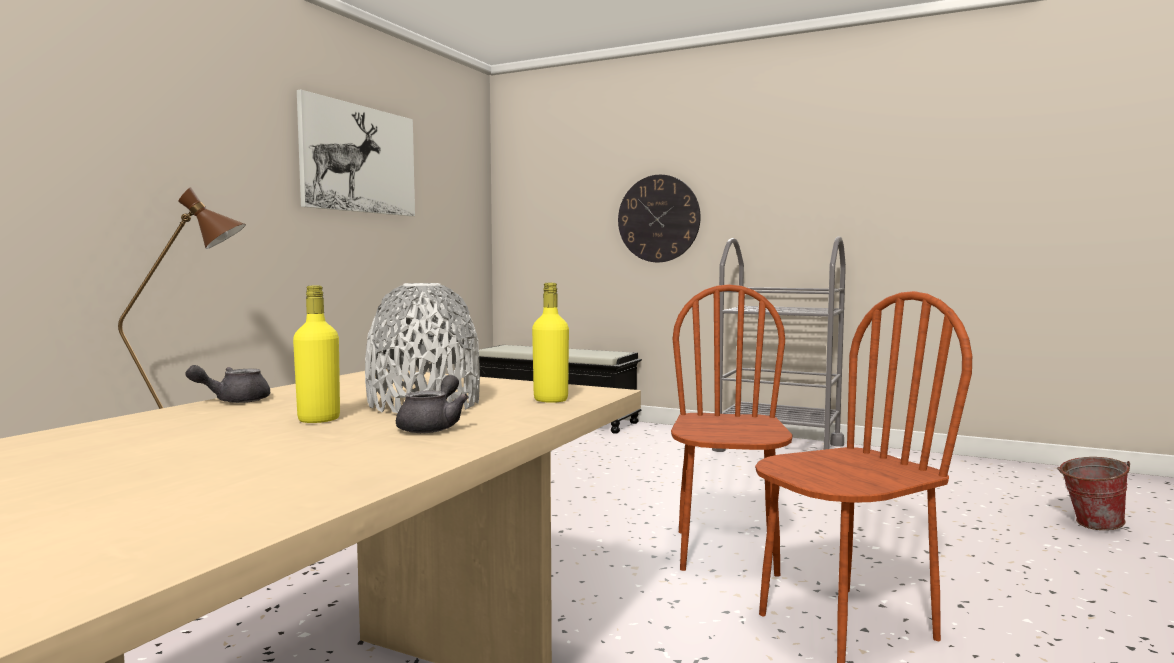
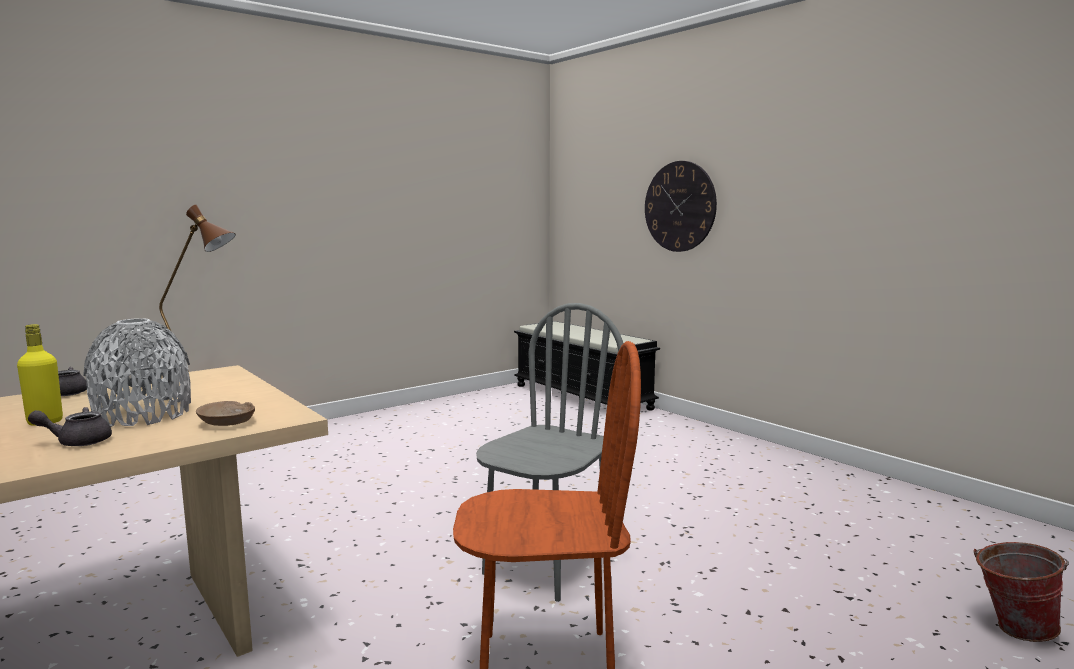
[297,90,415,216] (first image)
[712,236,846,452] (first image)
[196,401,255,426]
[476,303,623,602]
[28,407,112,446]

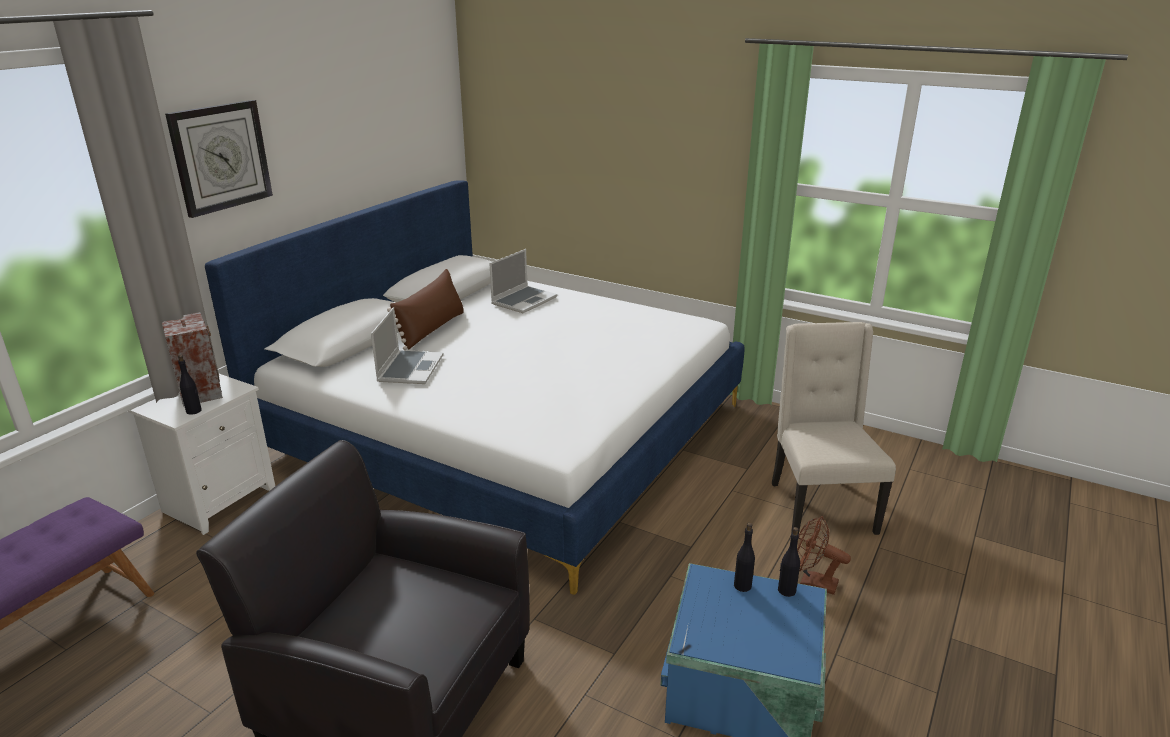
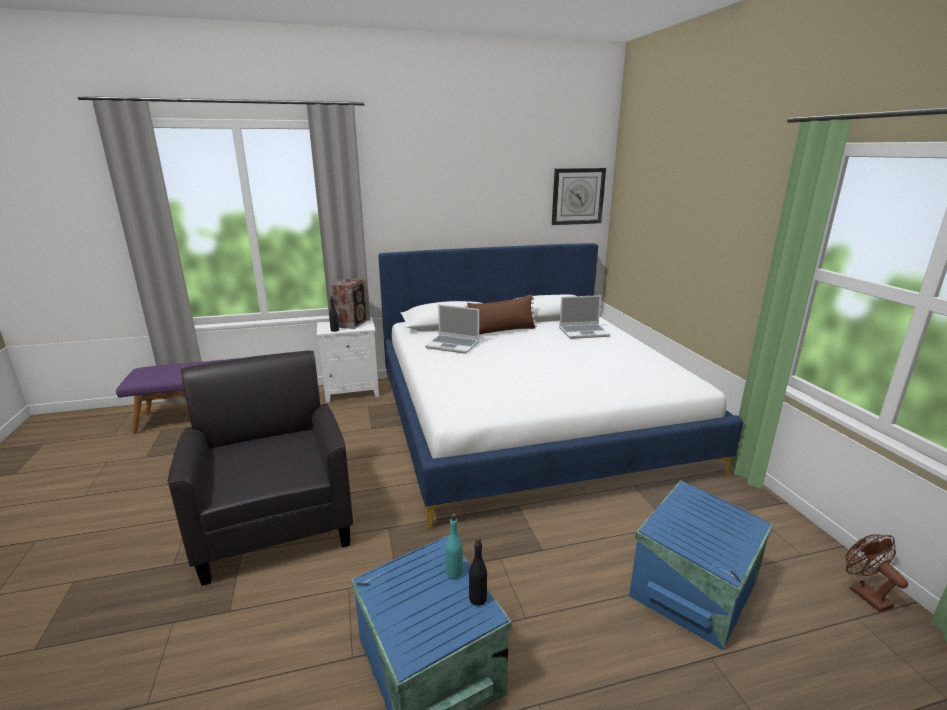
[552,168,606,225]
[846,534,908,612]
[629,480,773,650]
[446,513,463,579]
[425,304,479,354]

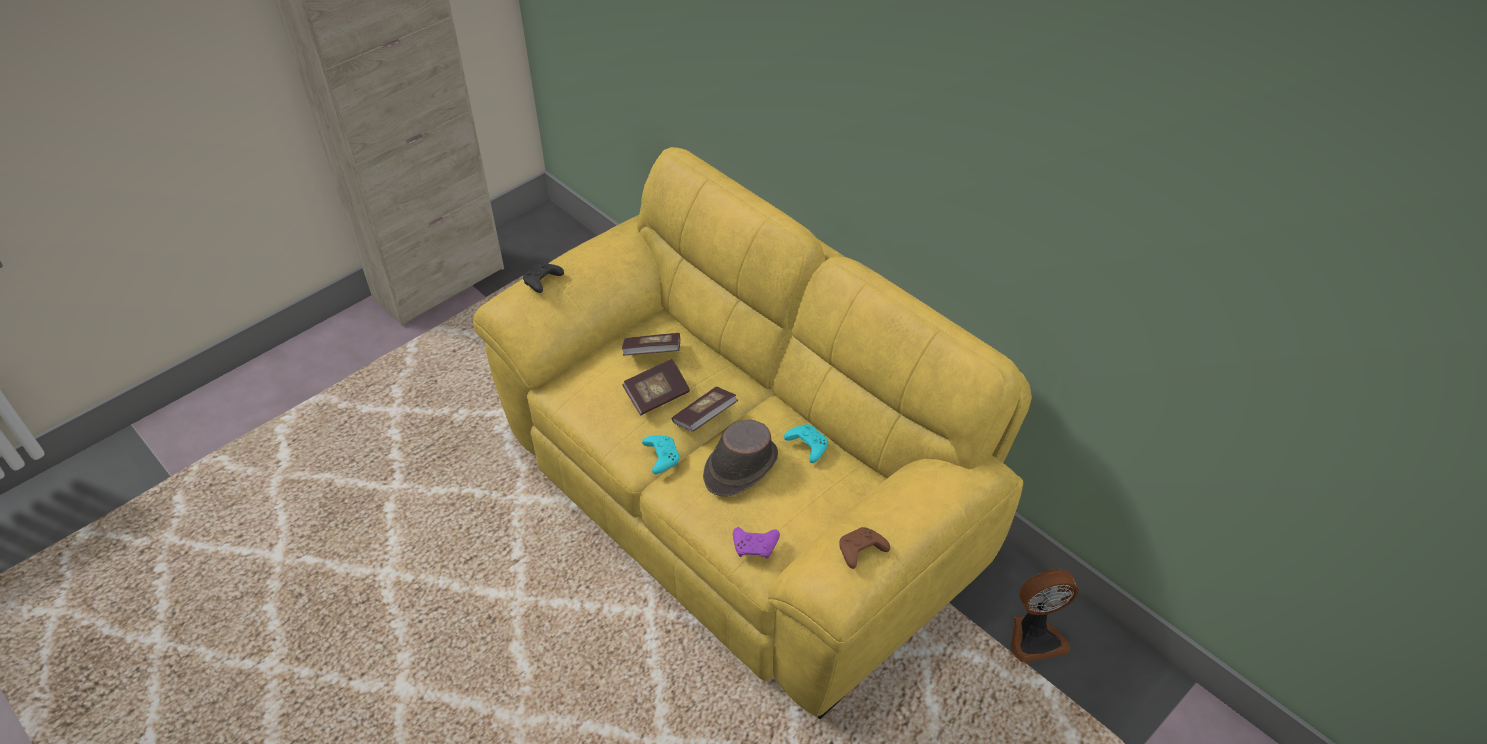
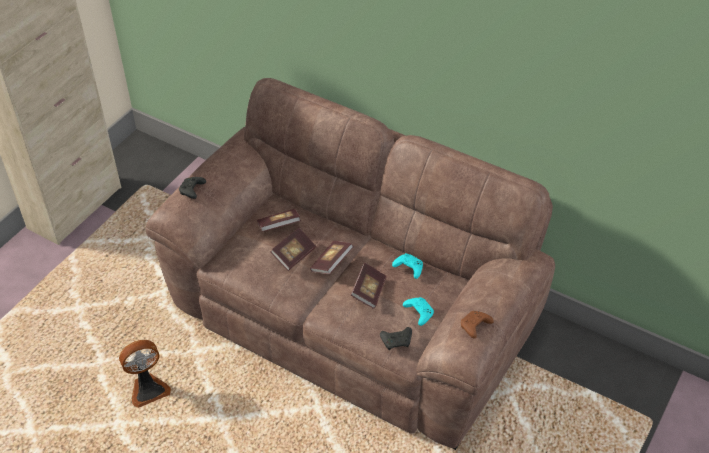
[403,297,434,326]
[119,340,171,408]
[351,263,386,309]
[146,78,555,450]
[380,327,412,350]

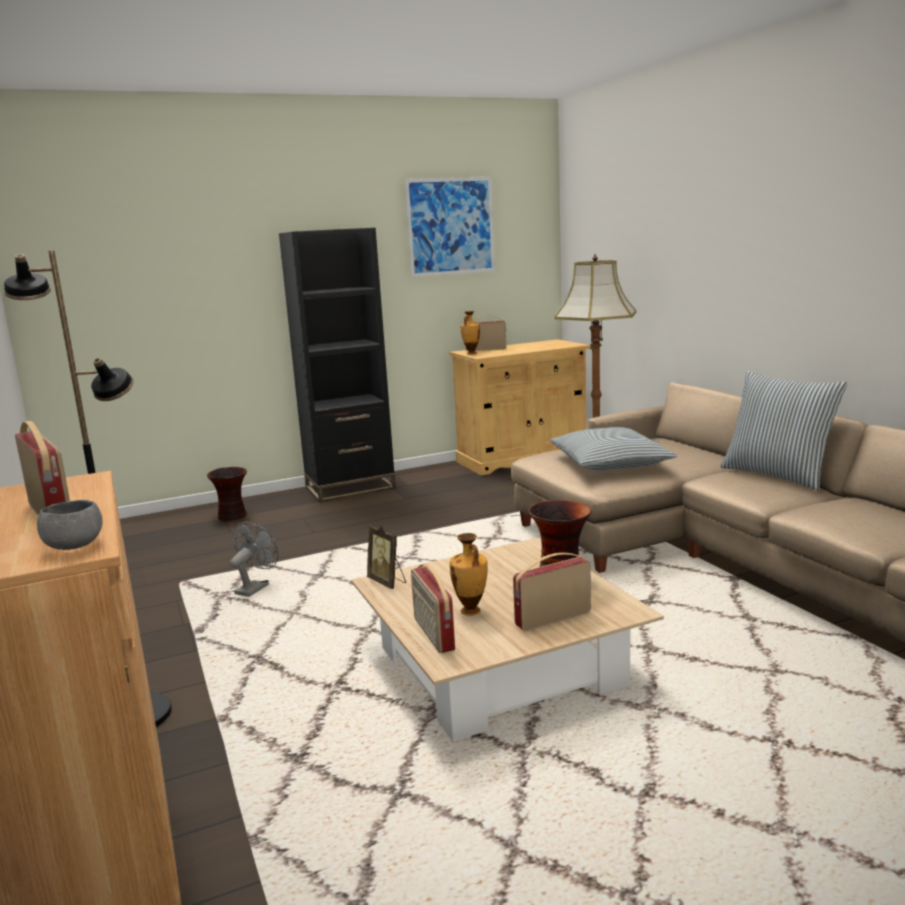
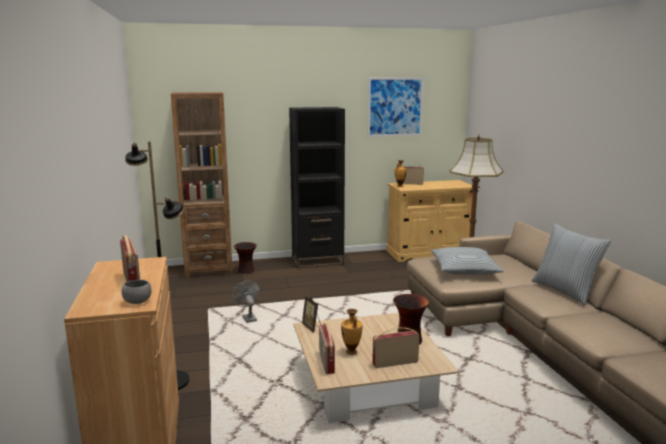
[171,92,233,278]
[231,280,262,323]

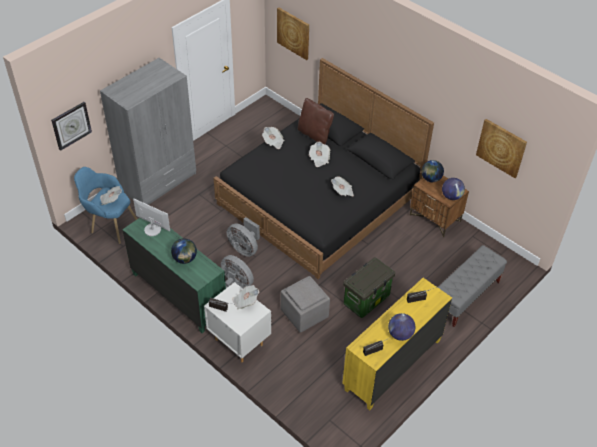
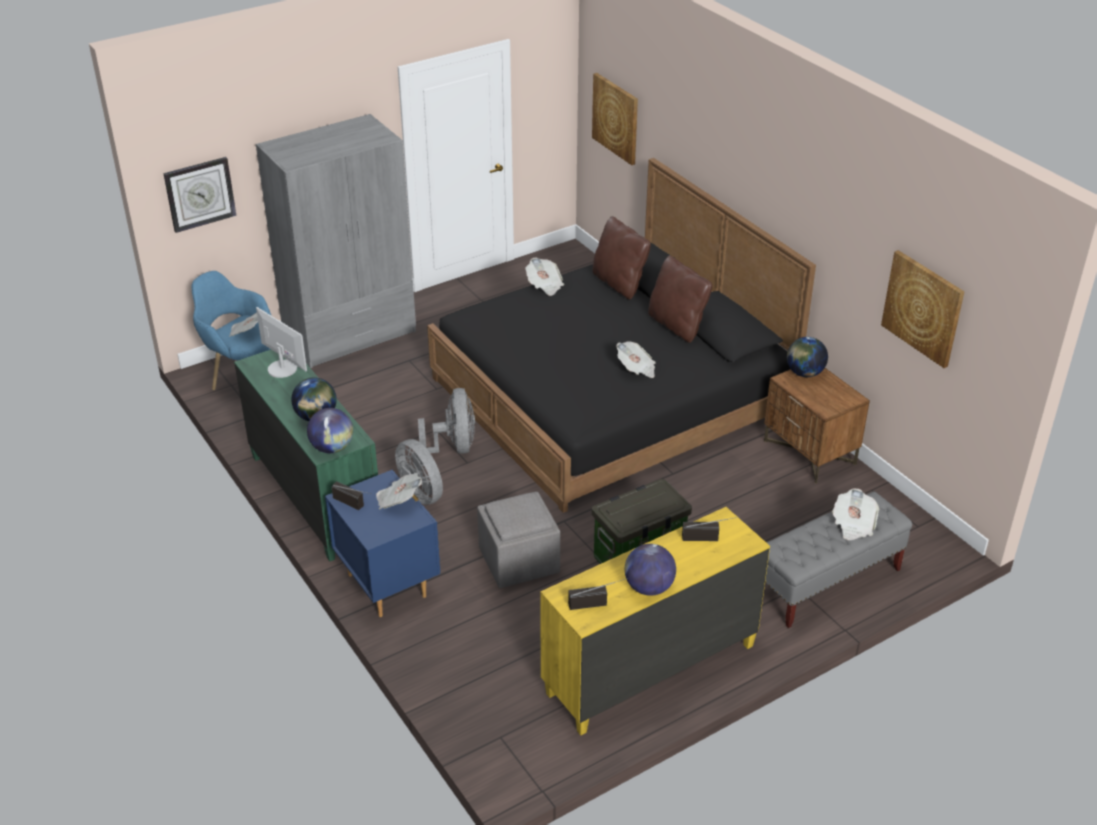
[648,255,712,343]
[832,488,879,540]
[307,408,353,453]
[325,470,440,617]
[418,388,475,466]

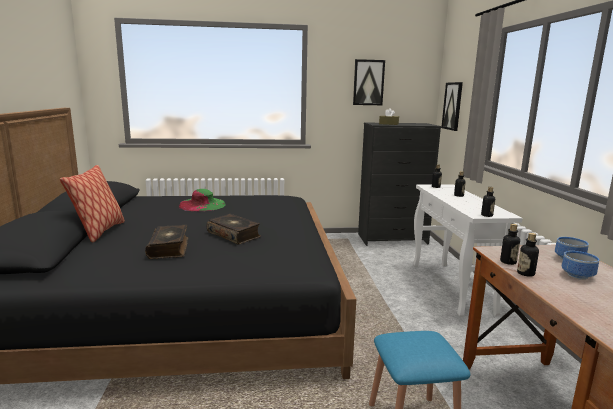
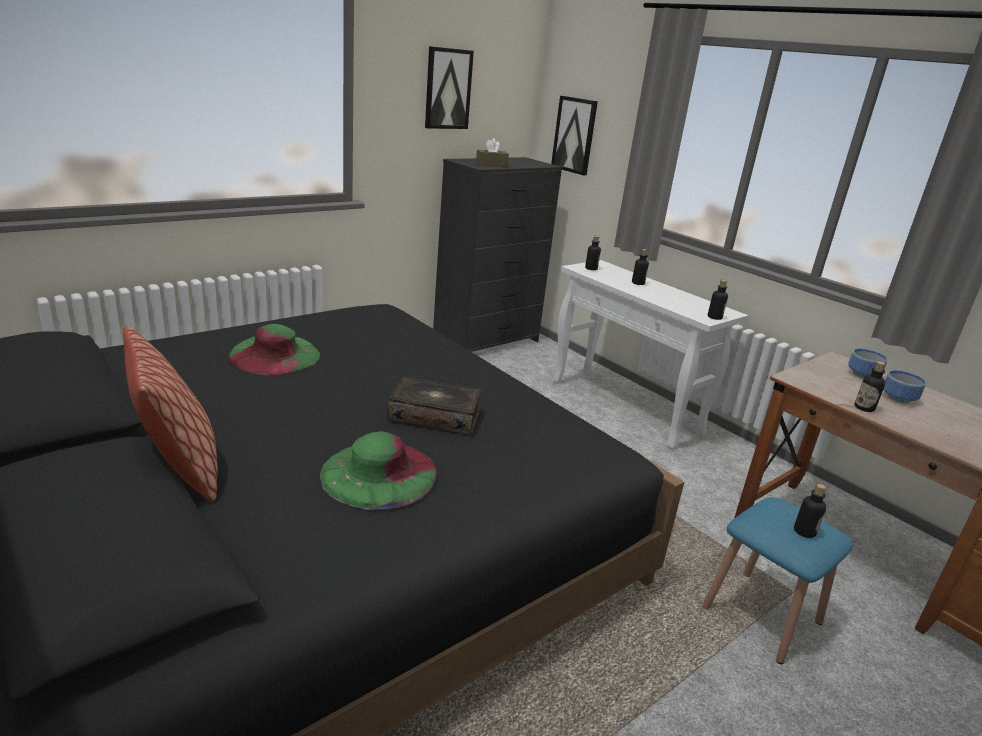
[794,484,826,538]
[320,431,438,510]

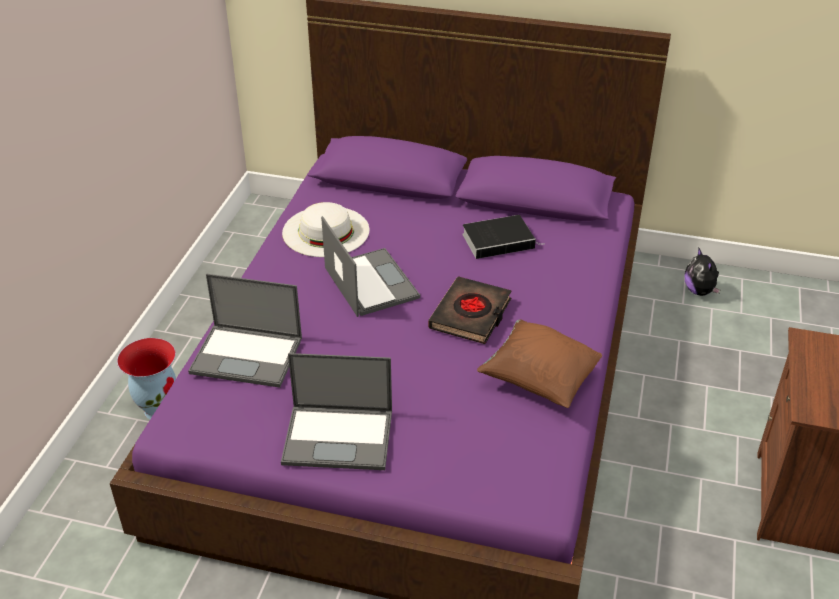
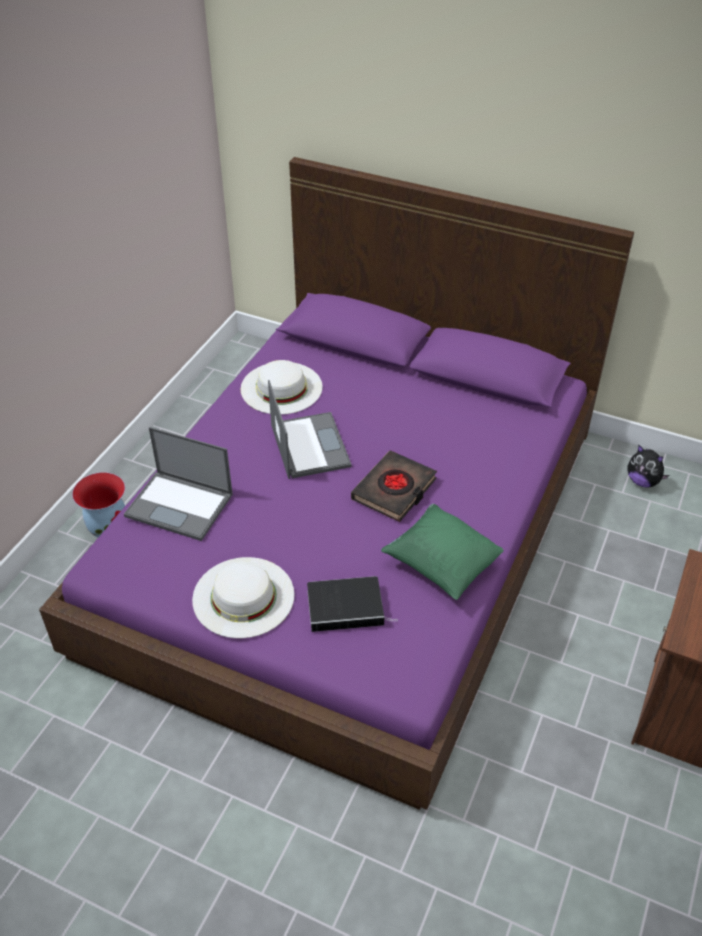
[307,576,398,632]
[192,557,294,638]
[381,504,504,600]
[628,445,669,488]

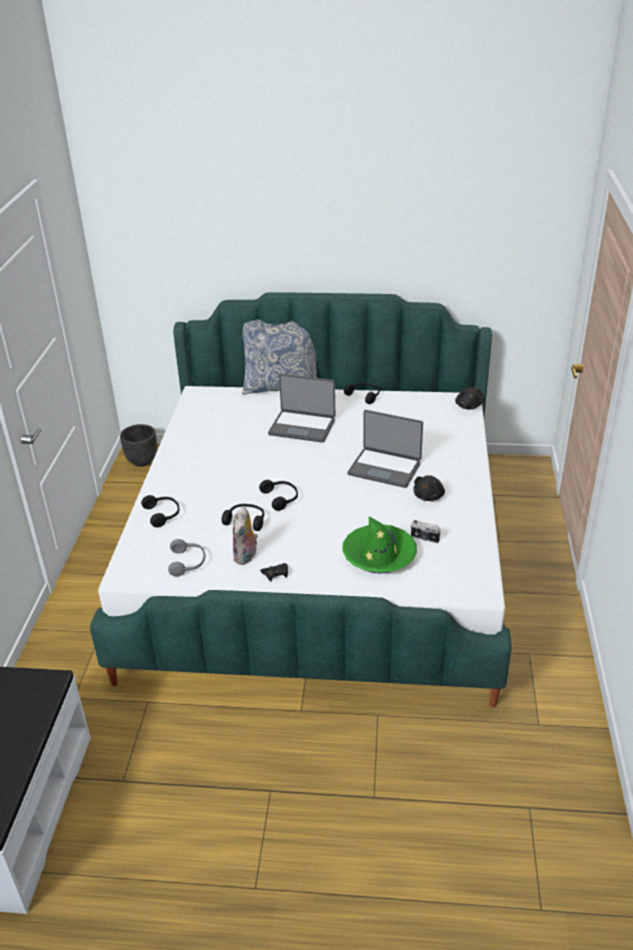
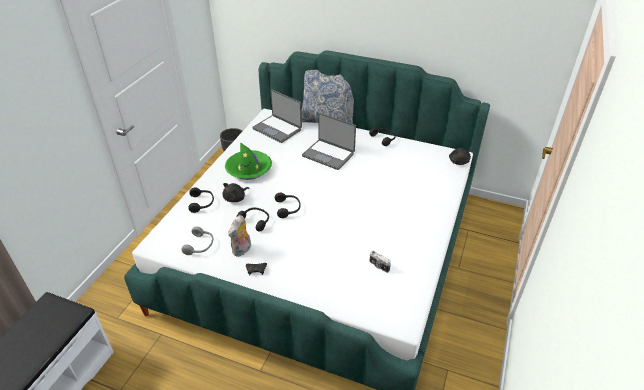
[225,142,272,180]
[252,89,302,143]
[222,183,249,202]

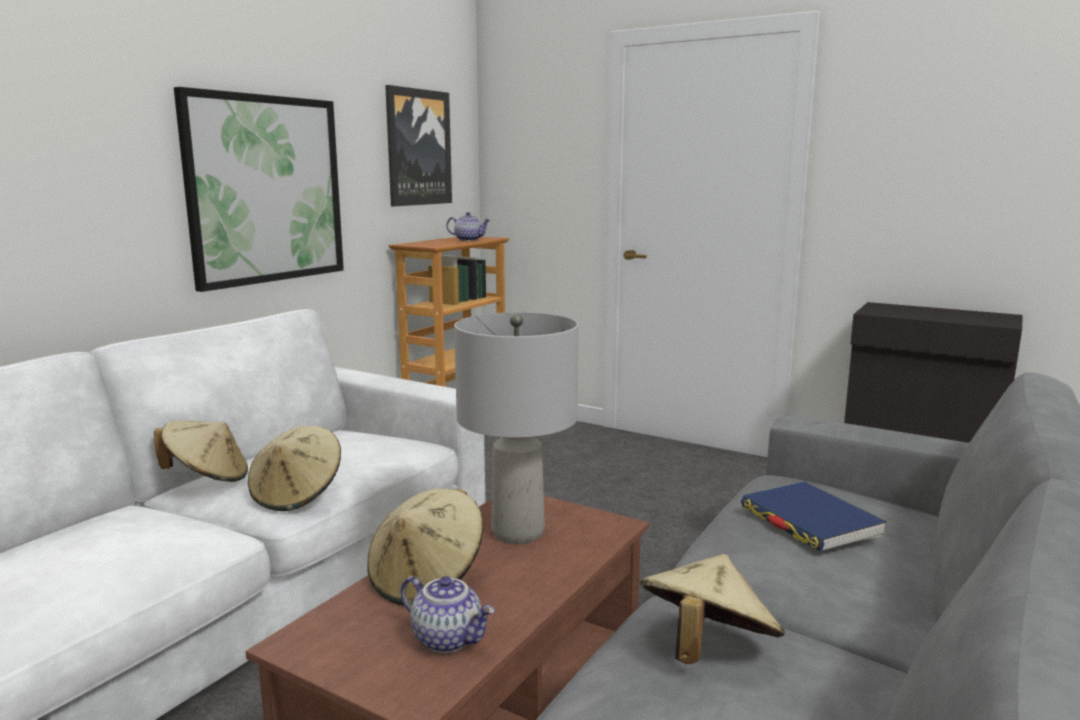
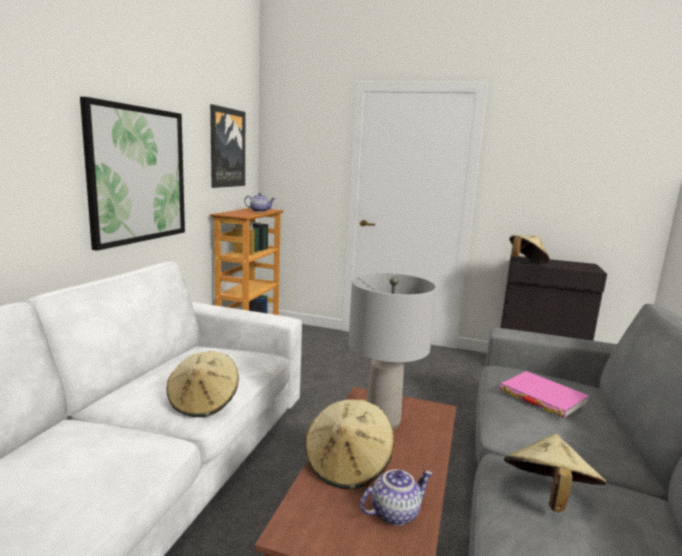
[510,235,549,263]
[500,371,589,418]
[360,469,433,526]

